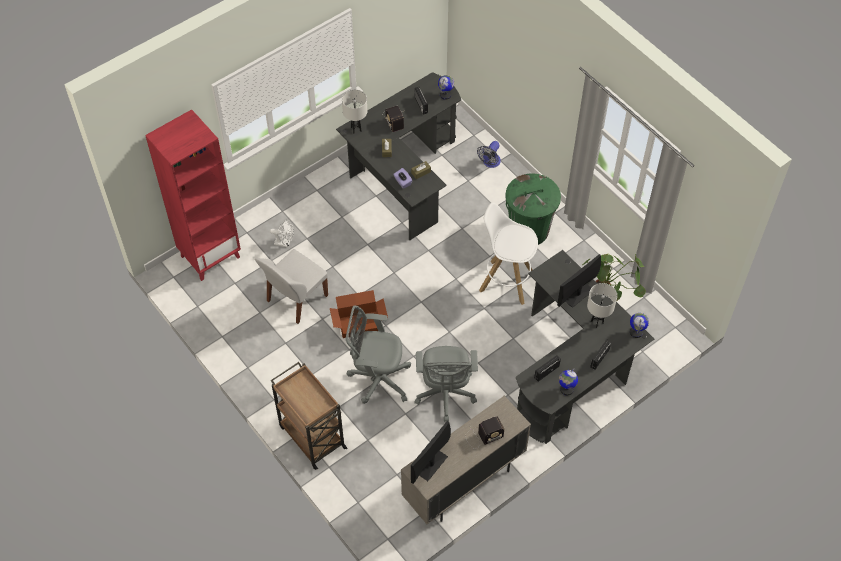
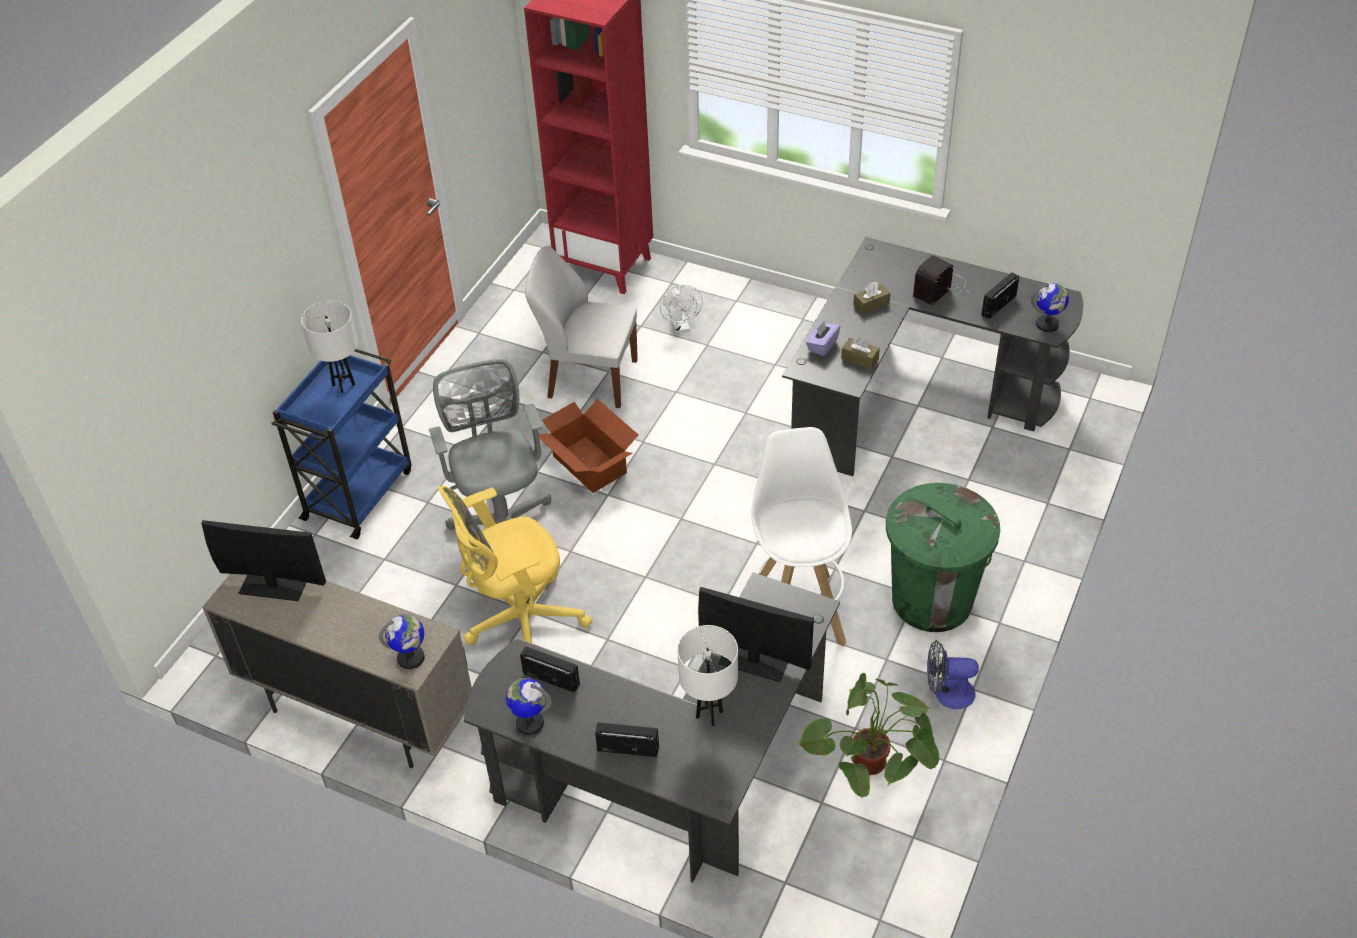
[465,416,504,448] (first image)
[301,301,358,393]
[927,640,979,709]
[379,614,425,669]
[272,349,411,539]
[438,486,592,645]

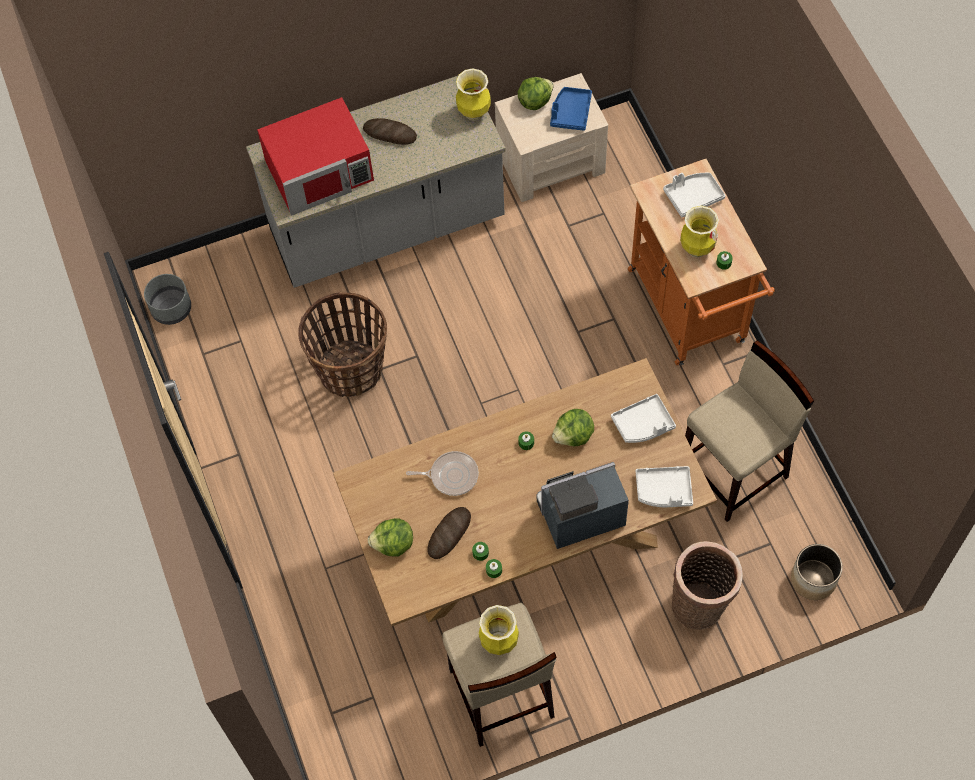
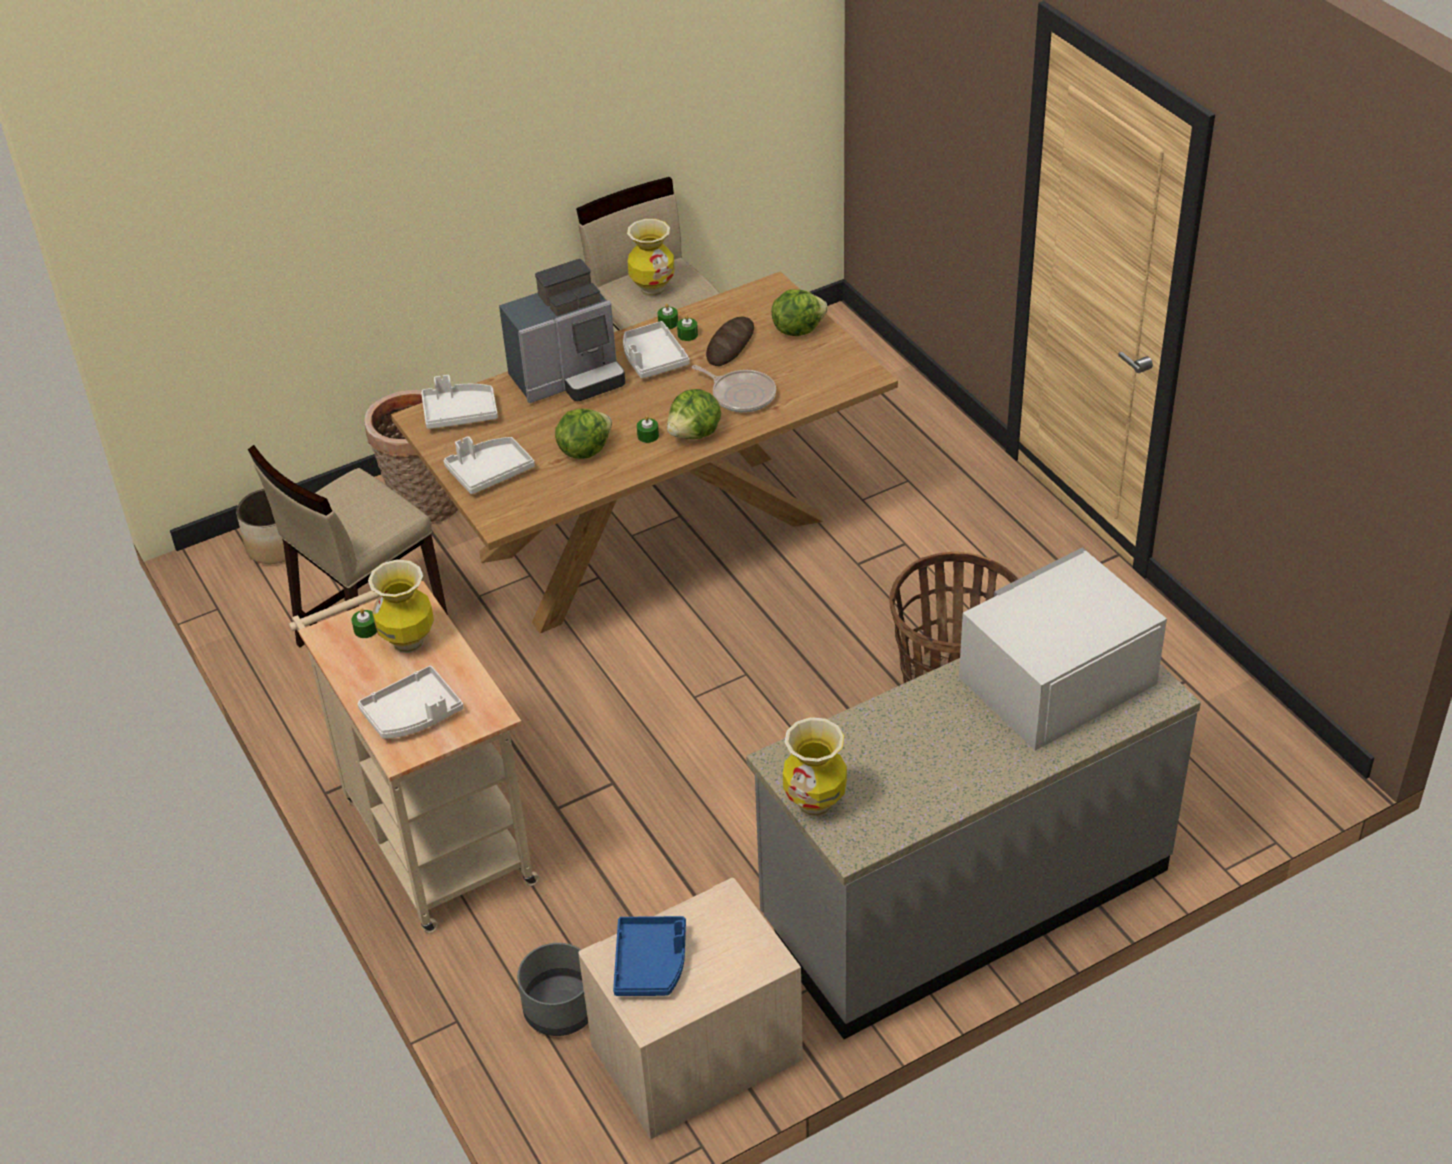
[363,118,417,145] (first image)
[623,321,690,378]
[517,943,588,1036]
[667,389,721,439]
[959,548,1167,751]
[289,581,539,933]
[692,365,776,413]

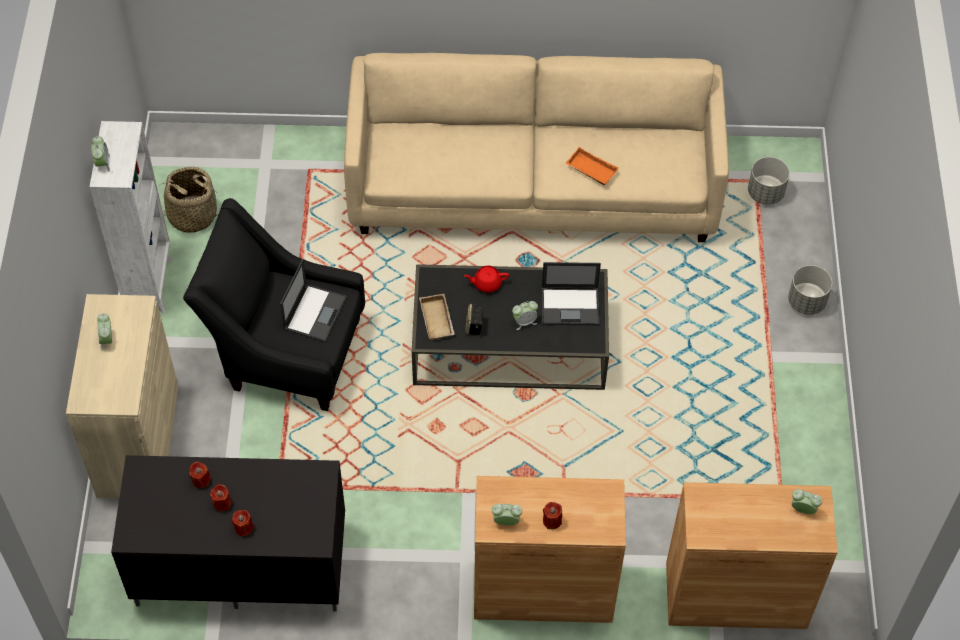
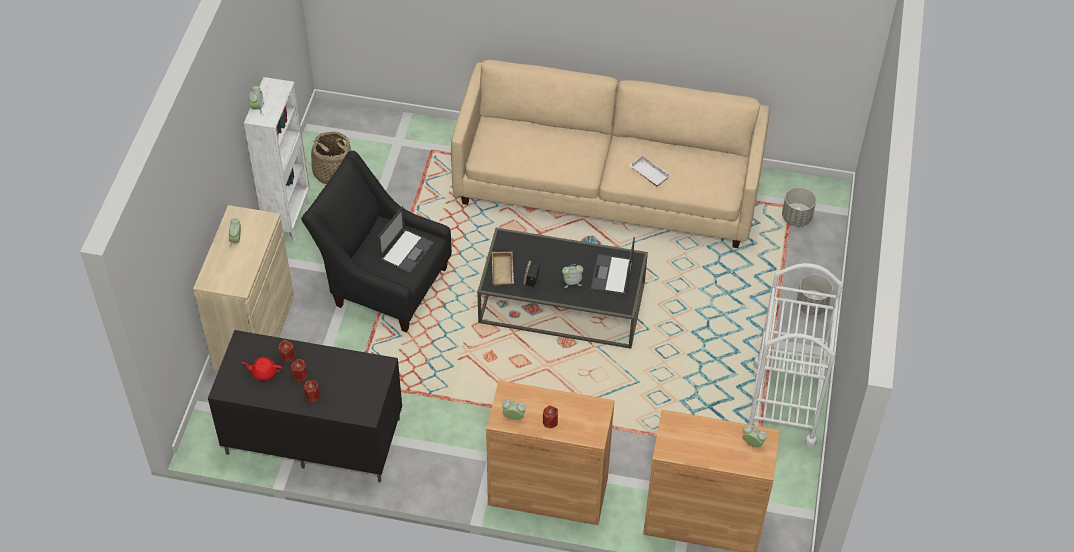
[749,263,843,448]
[242,357,282,381]
[629,155,671,186]
[591,237,635,295]

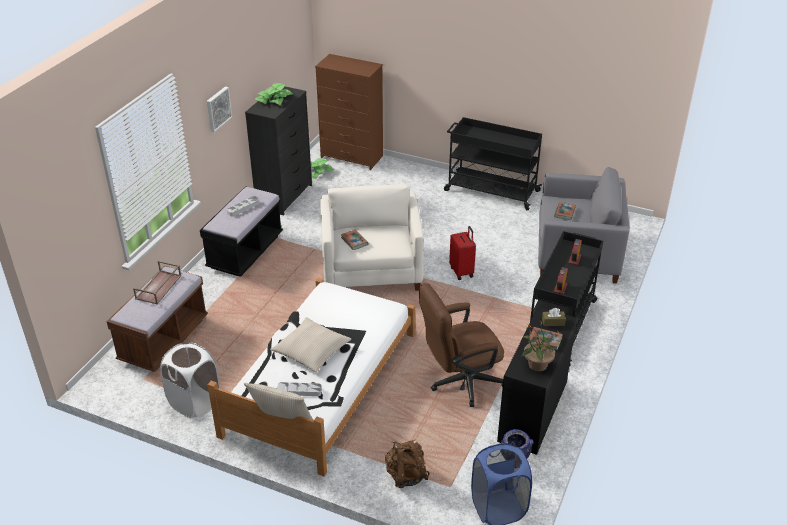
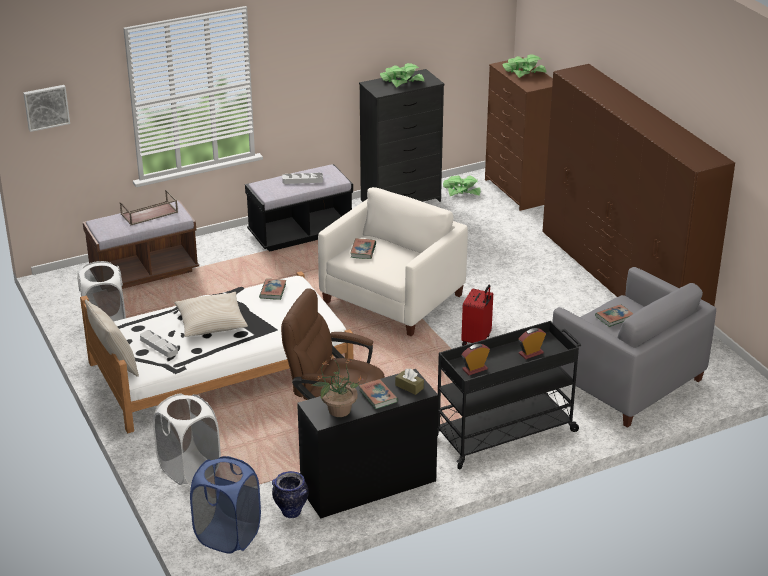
[259,279,287,300]
[502,54,547,78]
[23,85,70,132]
[153,394,221,485]
[542,64,735,306]

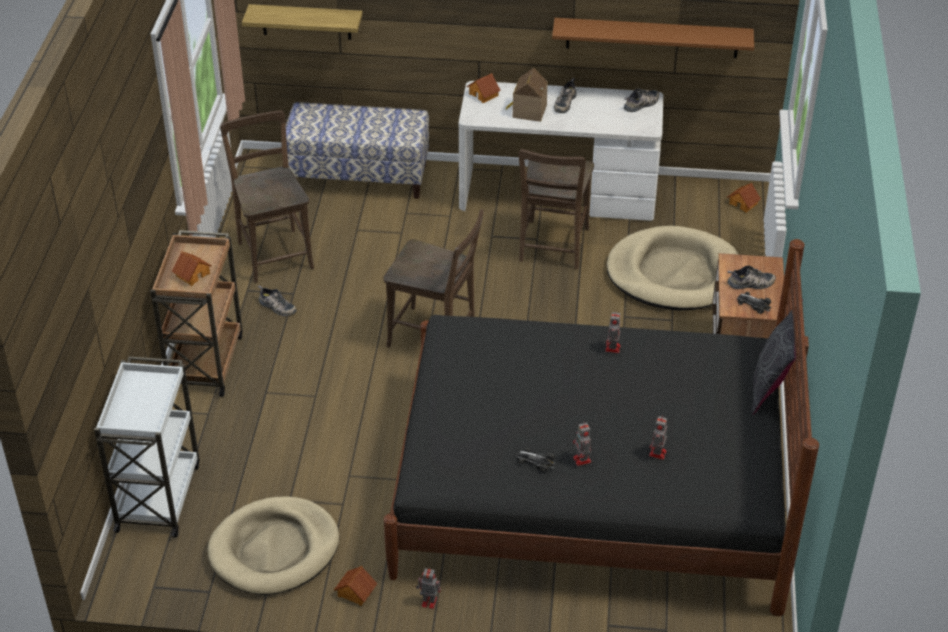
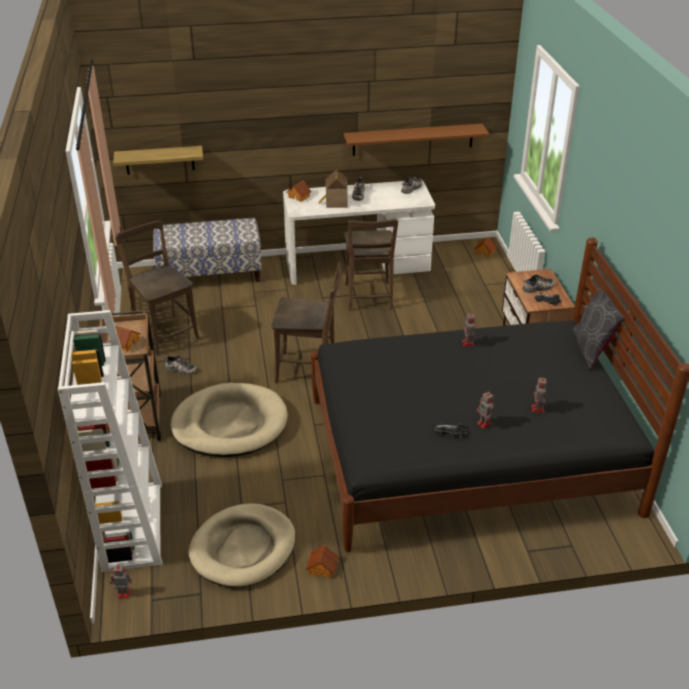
[110,564,132,599]
[171,383,288,457]
[58,310,162,572]

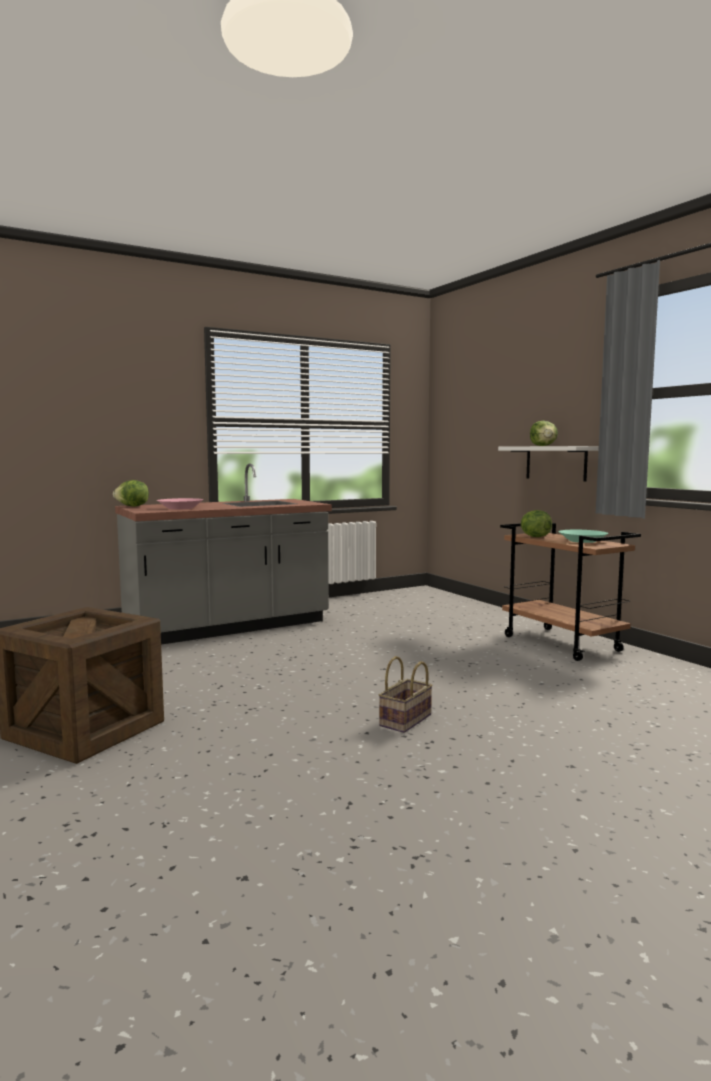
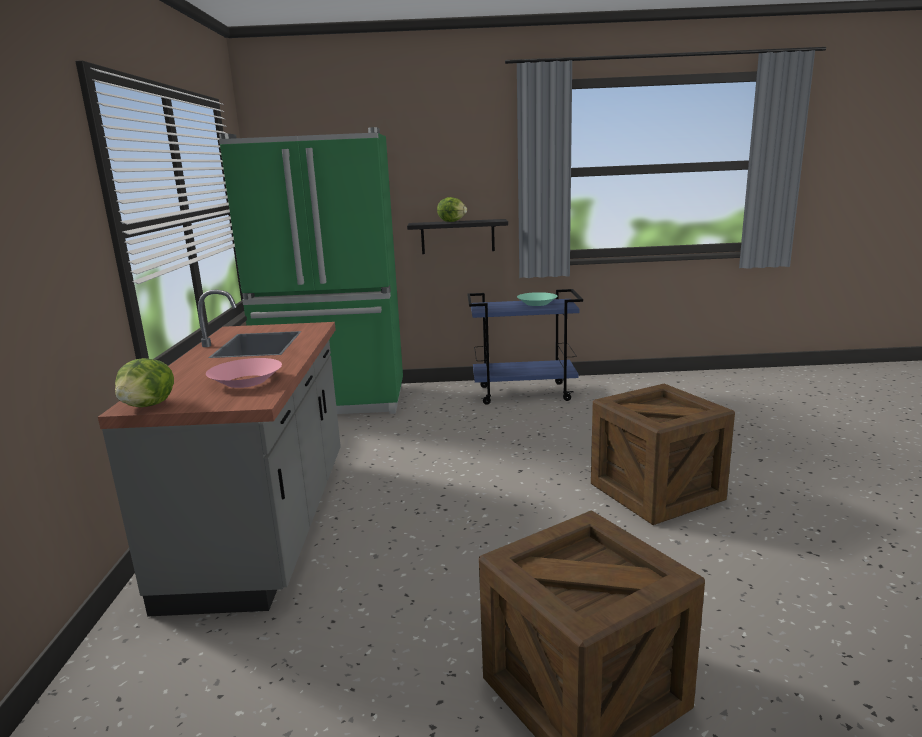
[521,510,552,537] (first image)
[219,127,403,414]
[591,384,735,525]
[407,219,508,254]
[468,289,583,405]

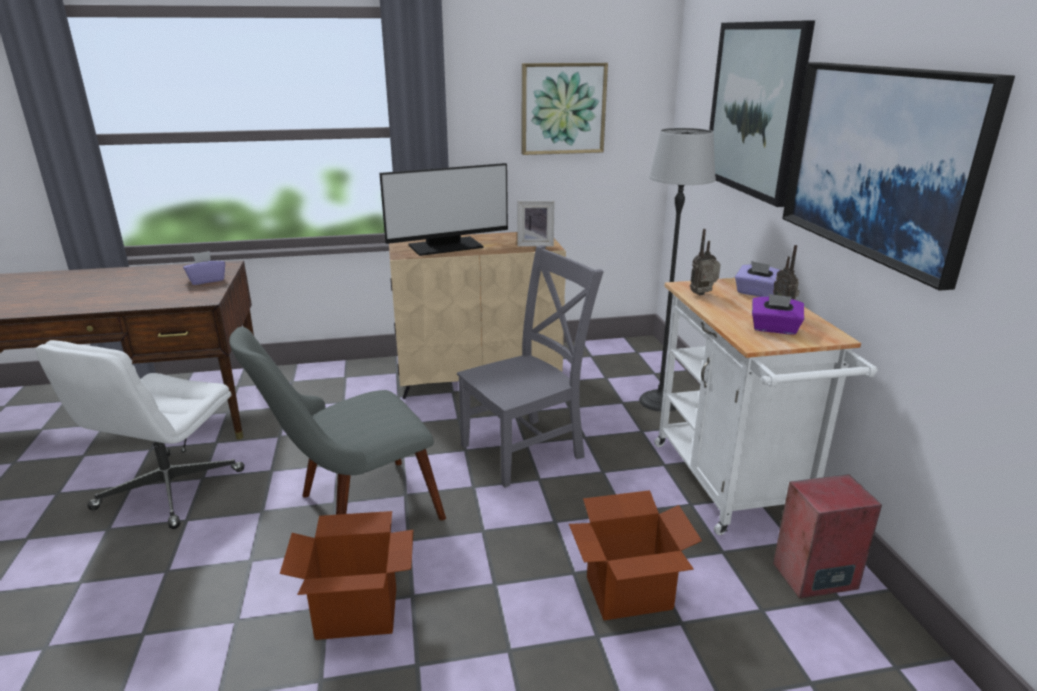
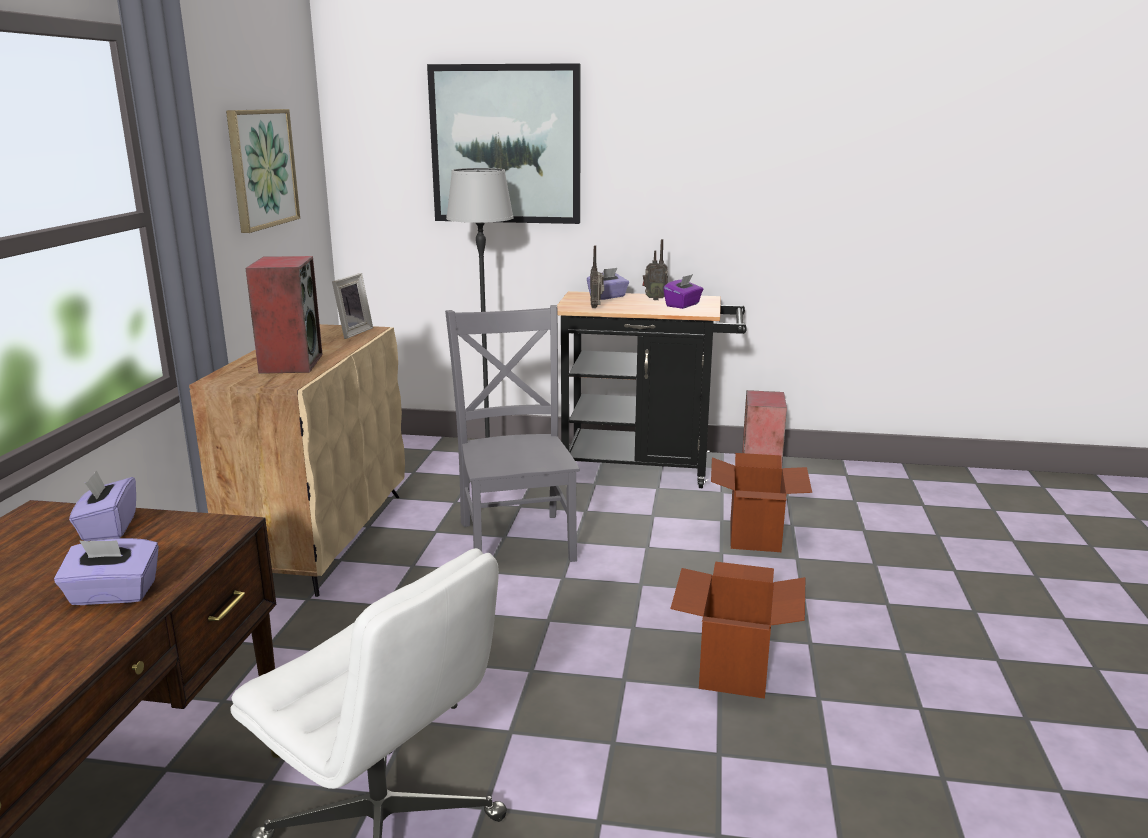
[229,327,446,520] (first image)
[782,62,1015,291] (first image)
[54,538,159,605]
[245,256,323,374]
[557,291,747,488]

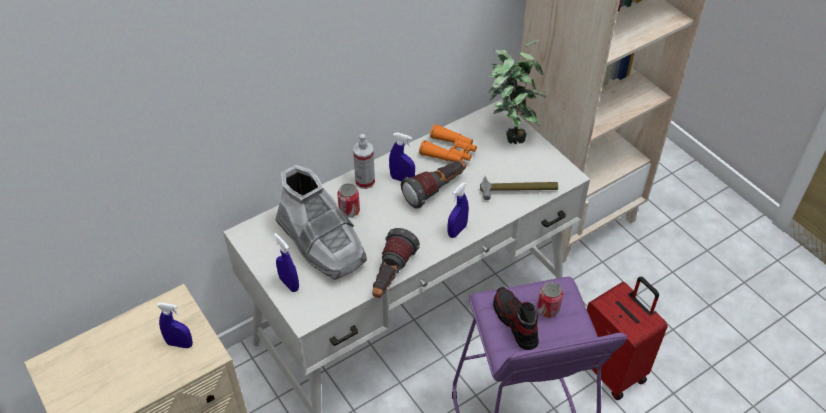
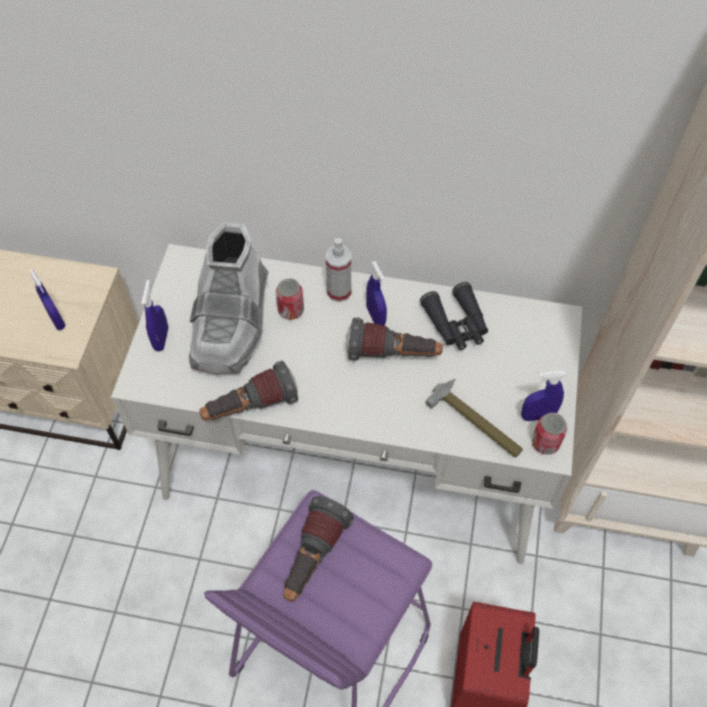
[487,39,546,144] (first image)
[521,371,567,421]
[532,413,567,455]
[283,496,354,602]
[420,282,488,350]

